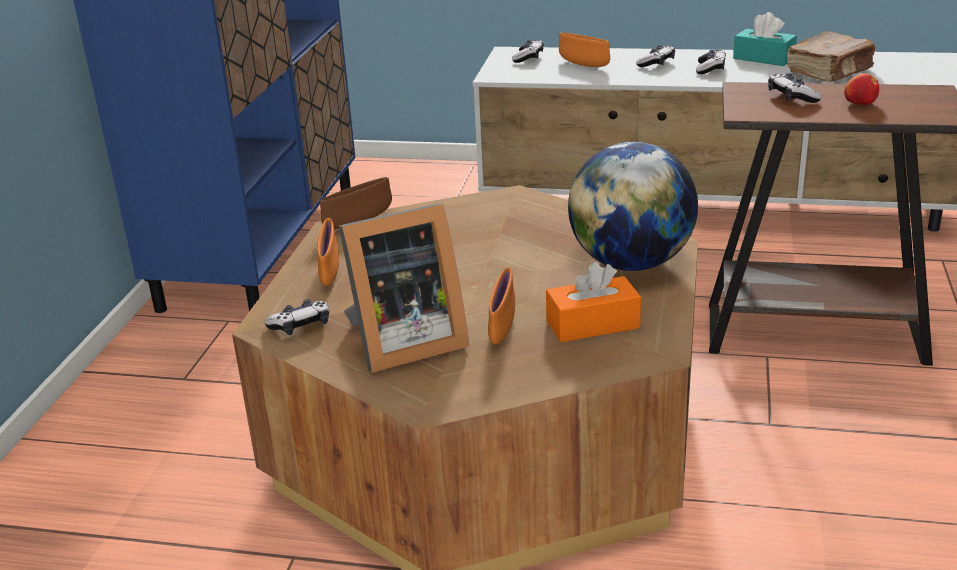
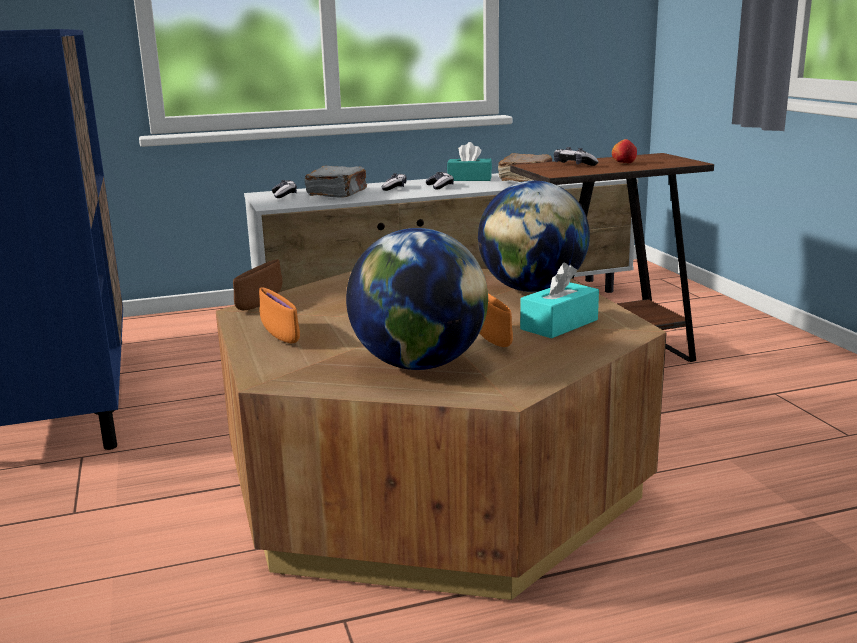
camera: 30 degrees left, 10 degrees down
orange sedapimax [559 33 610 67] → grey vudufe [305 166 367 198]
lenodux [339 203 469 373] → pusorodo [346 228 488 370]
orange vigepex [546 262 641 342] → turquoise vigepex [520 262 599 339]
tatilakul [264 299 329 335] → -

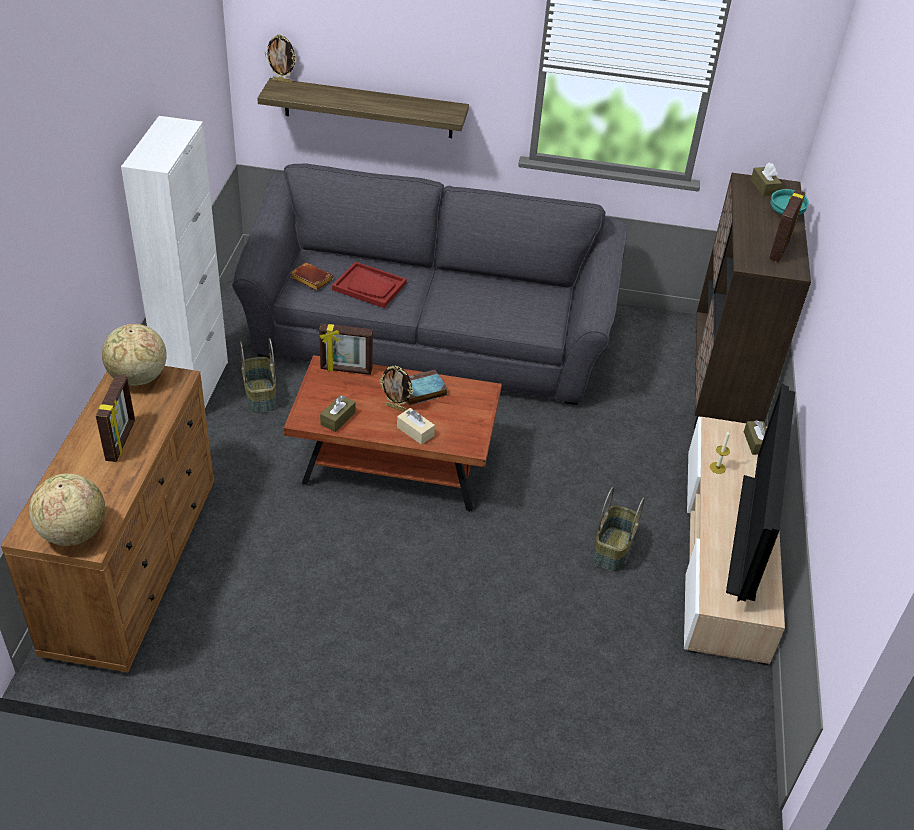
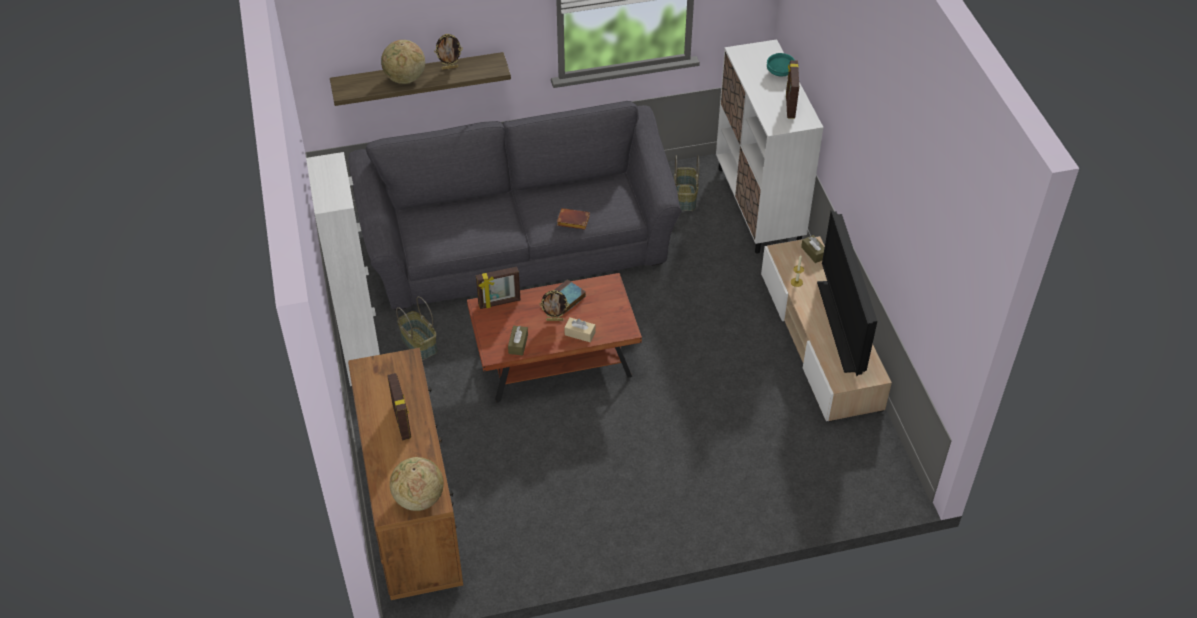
camera: 20 degrees left, 5 degrees up
pusorodo [102 324 167 386] → pusorodo [381 40 425 84], moved
lenodux [265 34 297 83] → lenodux [434 34 463 70], moved
brown vudufe [290 262 333 290] → brown vudufe [557 208 590 230], moved
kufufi [593 487 645 572] → kufufi [674 155 699 211], moved
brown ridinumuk [694 173 811 429] → white ridinumuk [716 39 824 254]
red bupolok [332 262 407 308] → -
brown vigepex [751 162 782 196] → -

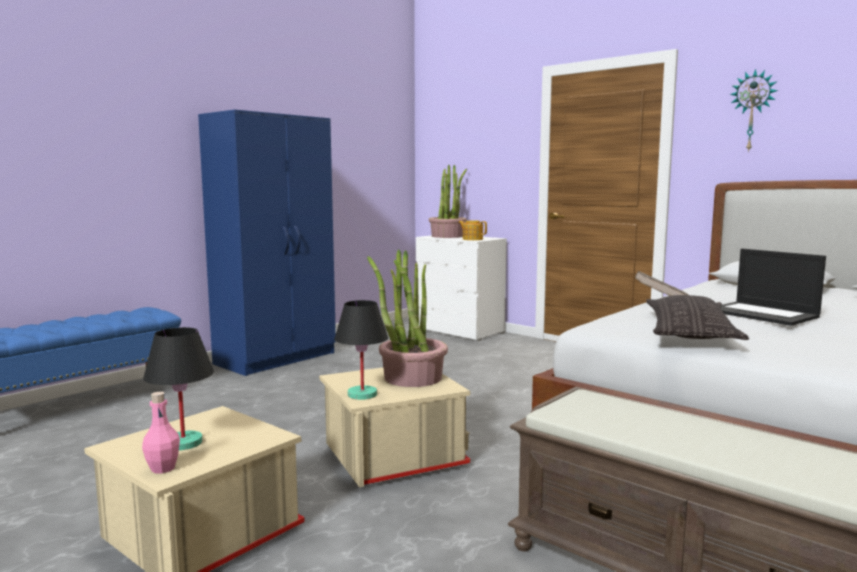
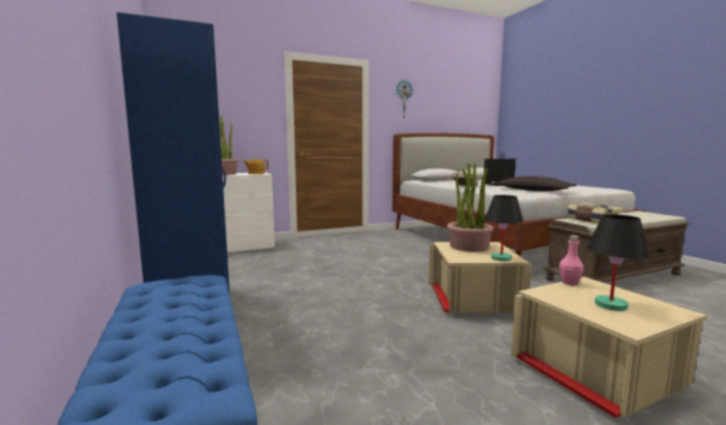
camera: 65 degrees left, 0 degrees up
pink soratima [142 392 180 473] → pink soratima [559 235 584 285], moved
- → vudufe [567 203 624 223]

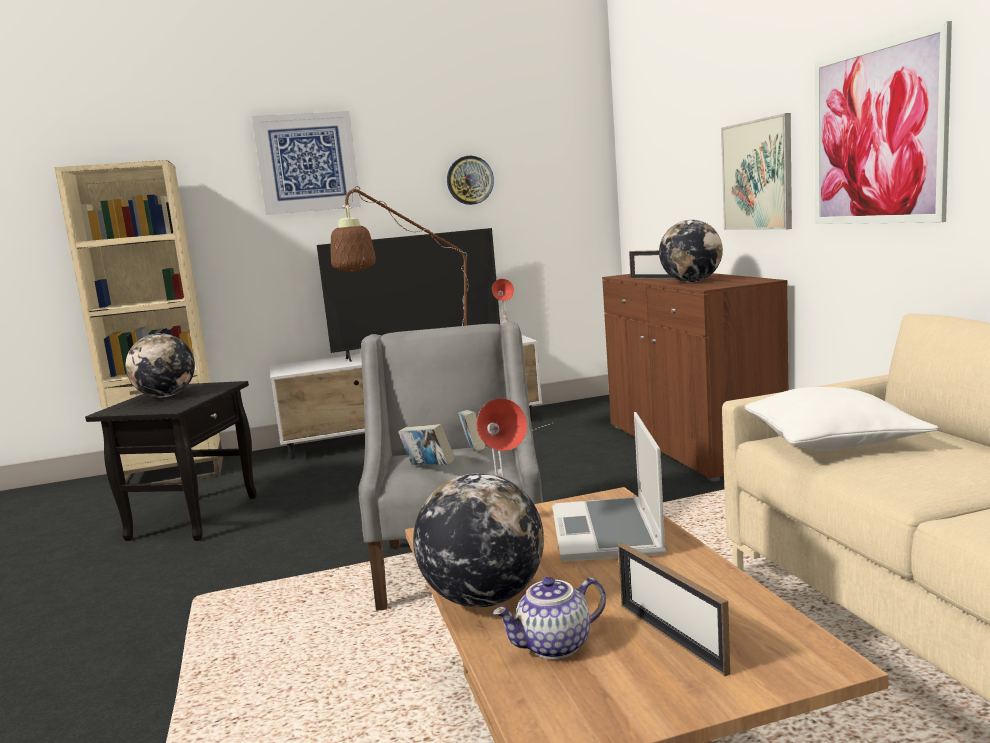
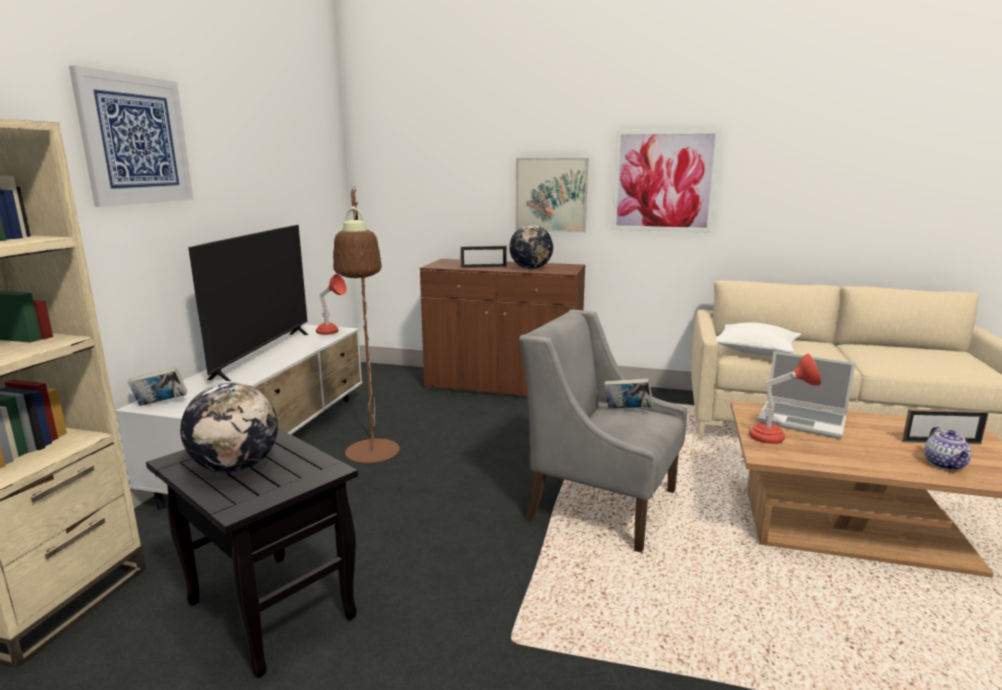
camera: 60 degrees left, 5 degrees up
vudufe [398 424 455 465] → vudufe [128 367 187 406], moved
pusorodo [413 473 544 607] → -
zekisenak [447 156 494 205] → -

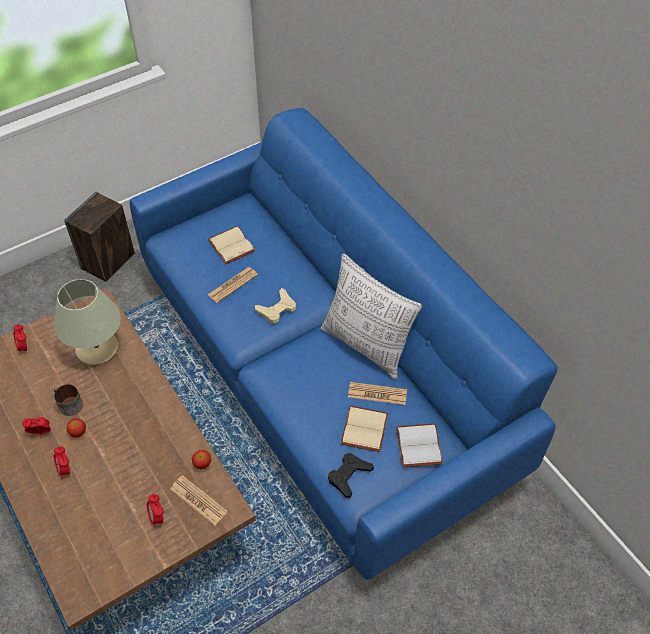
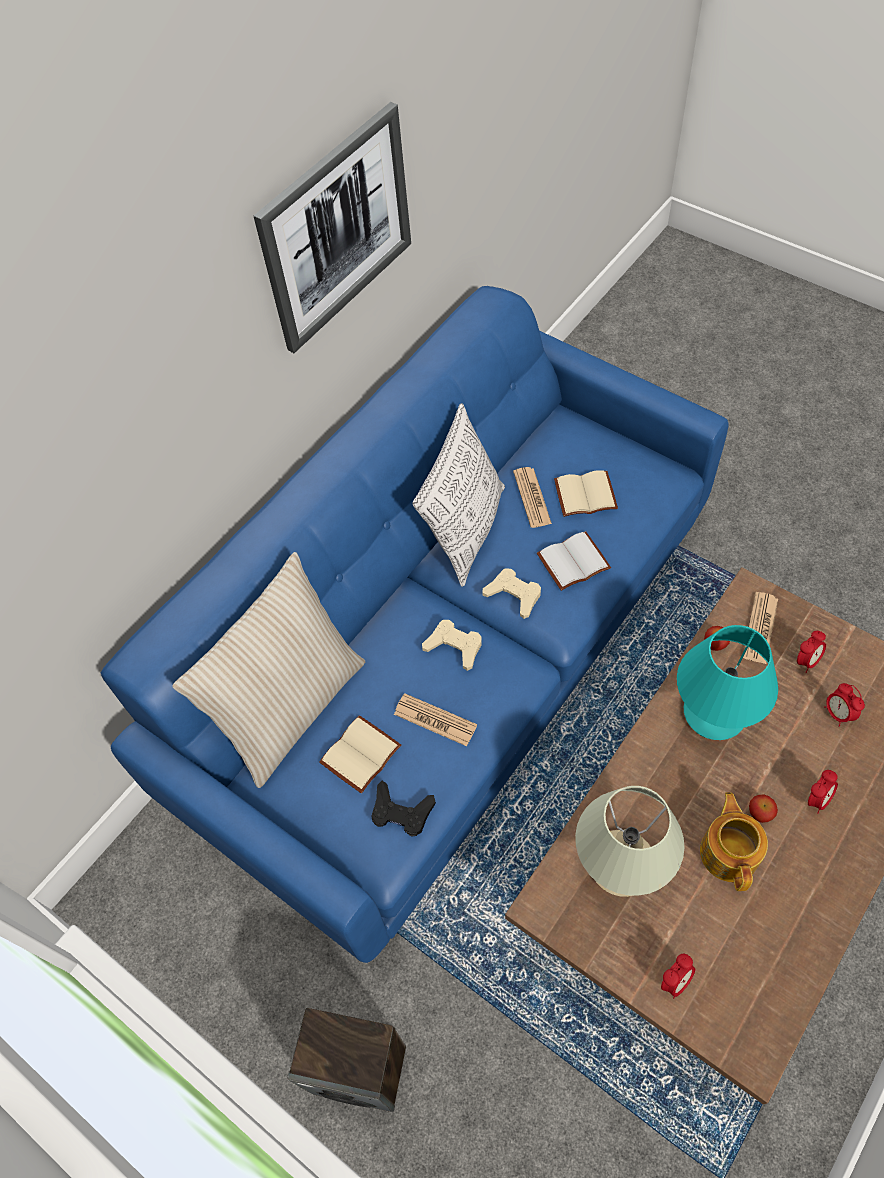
camera: 105 degrees left, 5 degrees up
- → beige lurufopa [172 552 365 788]
- → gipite [254 102 411 353]
black tatilakul [328 453 374 498] → black tatilakul [372 781 436 837], moved
- → beige tatilakul [482 568 541 619]
white vudufe [396 423 443 467] → white vudufe [537 531 611 591], moved
- → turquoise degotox [677 625 778 740]
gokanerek [54 384 83 416] → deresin [700 792 768 891]
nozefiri [22 417 51 435] → nozefiri [824 683 865 727], moved

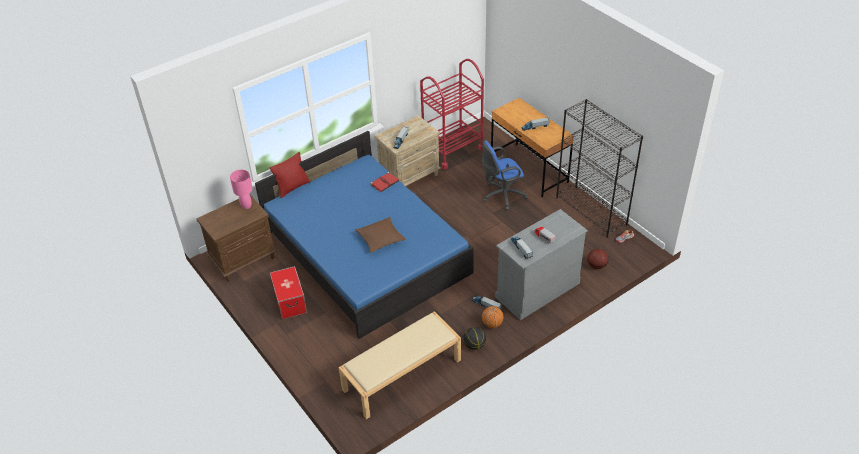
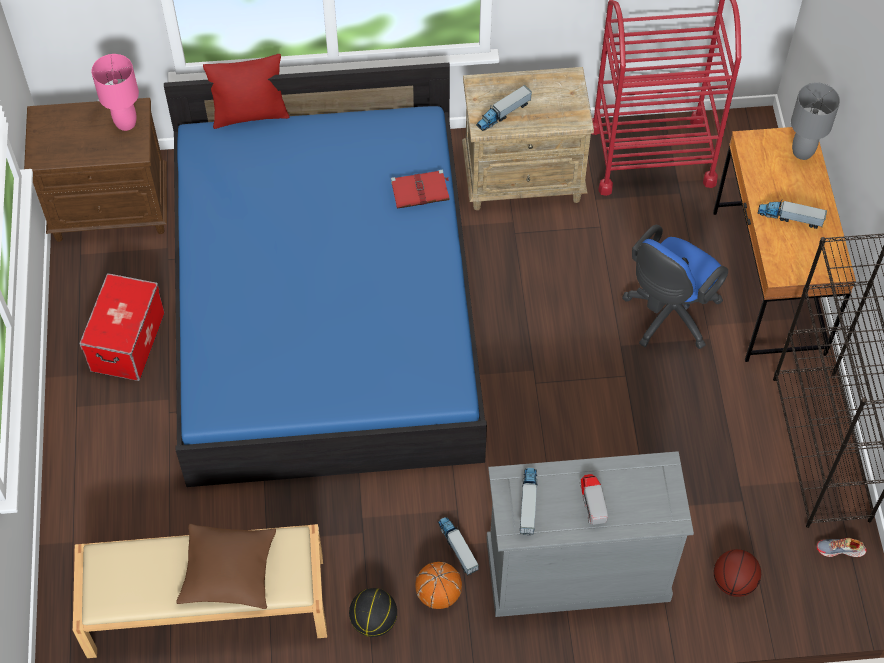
camera: 30 degrees right, 15 degrees up
brown lurufopa [355 217 406 253] → brown lurufopa [176 524 276 609], moved
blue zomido [482 140 528 210] → blue zomido [622 225 728 349], 60 degrees counterclockwise
- → grey degotox [791 82 840 160]

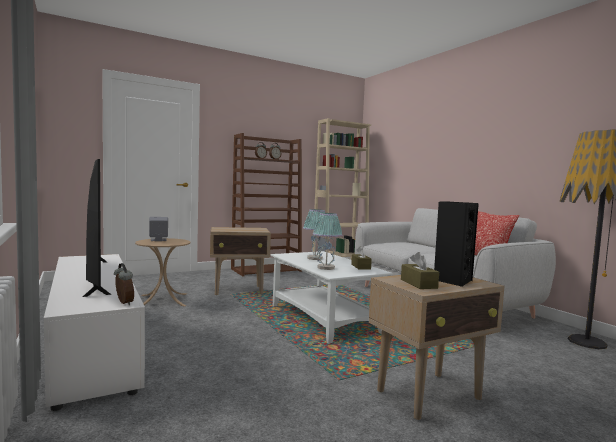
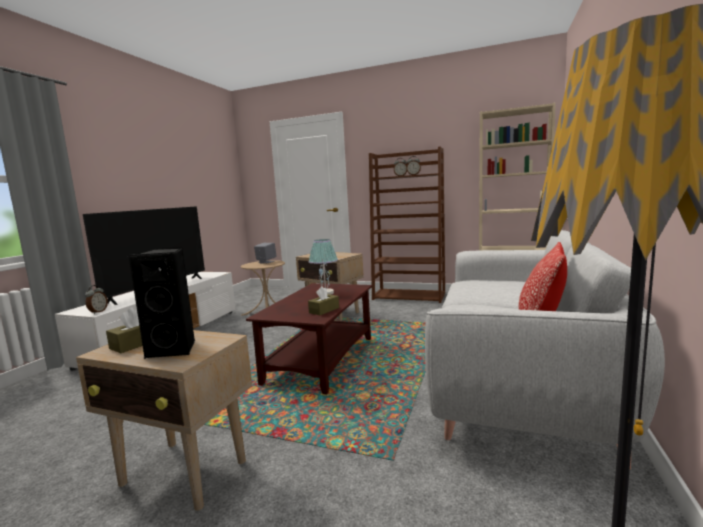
camera: 50 degrees right, 5 degrees up
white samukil [271 251 392 344] → brown samukil [246 283 372 394]
degotox [313 213 343 270] → -

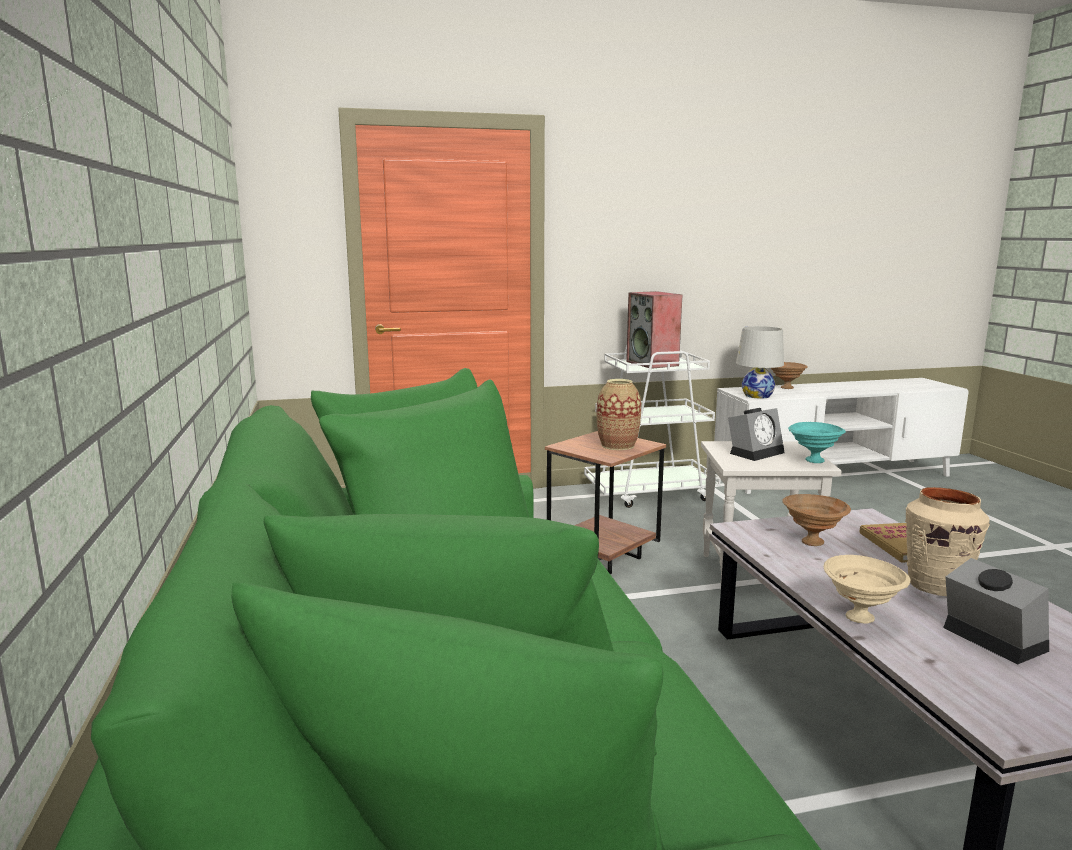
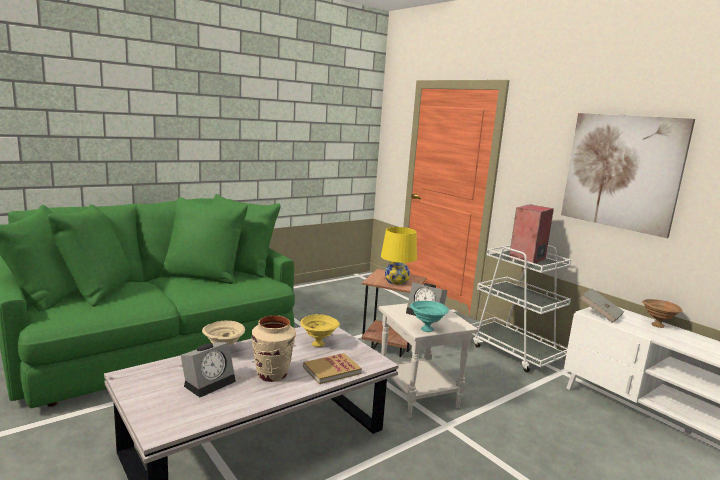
camera: 65 degrees right, 0 degrees up
brown sedapimax [782 494 851 546] → yellow sedapimax [300 314 340 347]
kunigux [596 379 641 450] → yellow degotox [381 227 417 285]
- → gipite [561 113 695 238]
white degotox [736 326 784 398] → grey vudufe [580 289 624 323]

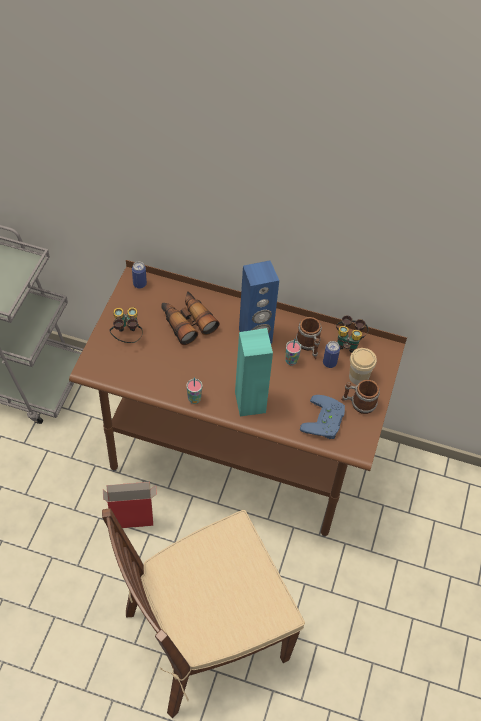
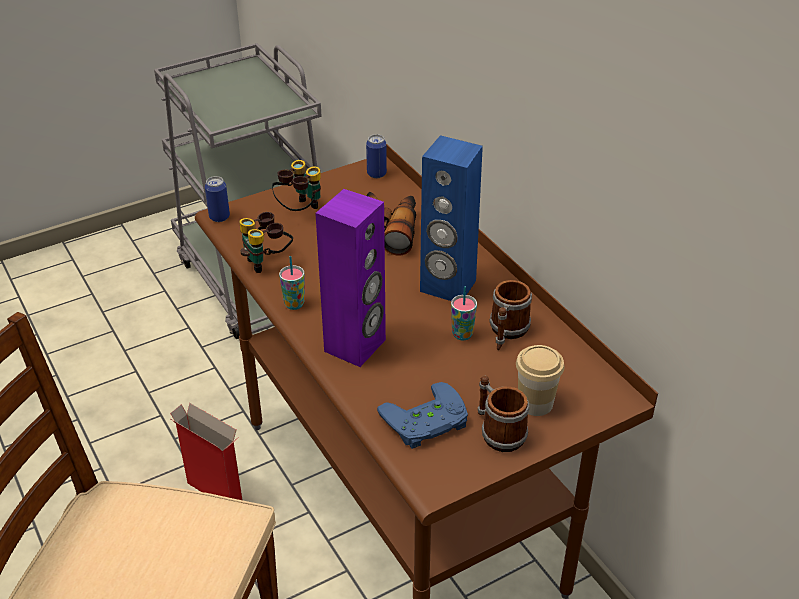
camera: 45 degrees right, 15 degrees down
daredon [323 341 340 368] → daredon [205 176 230 222], moved
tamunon [336 315 368 353] → tamunon [239 212 293 273], moved
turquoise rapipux [235 328 273 416] → purple rapipux [315 189 386 367]

